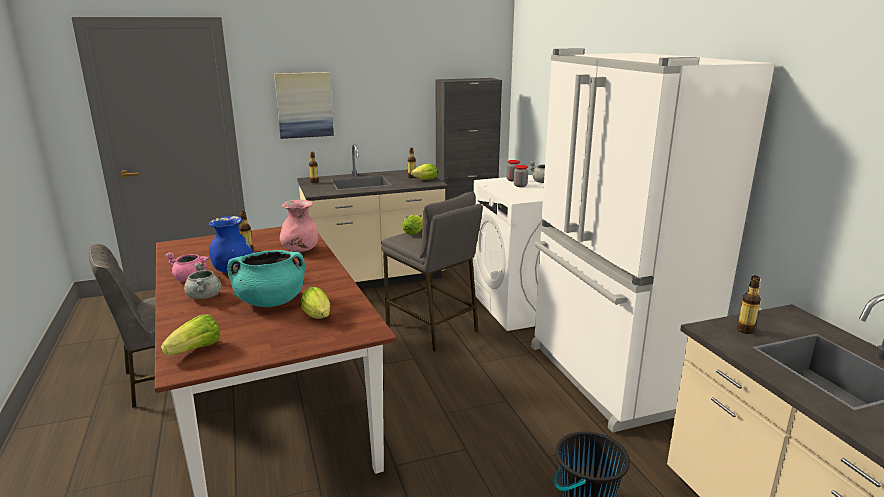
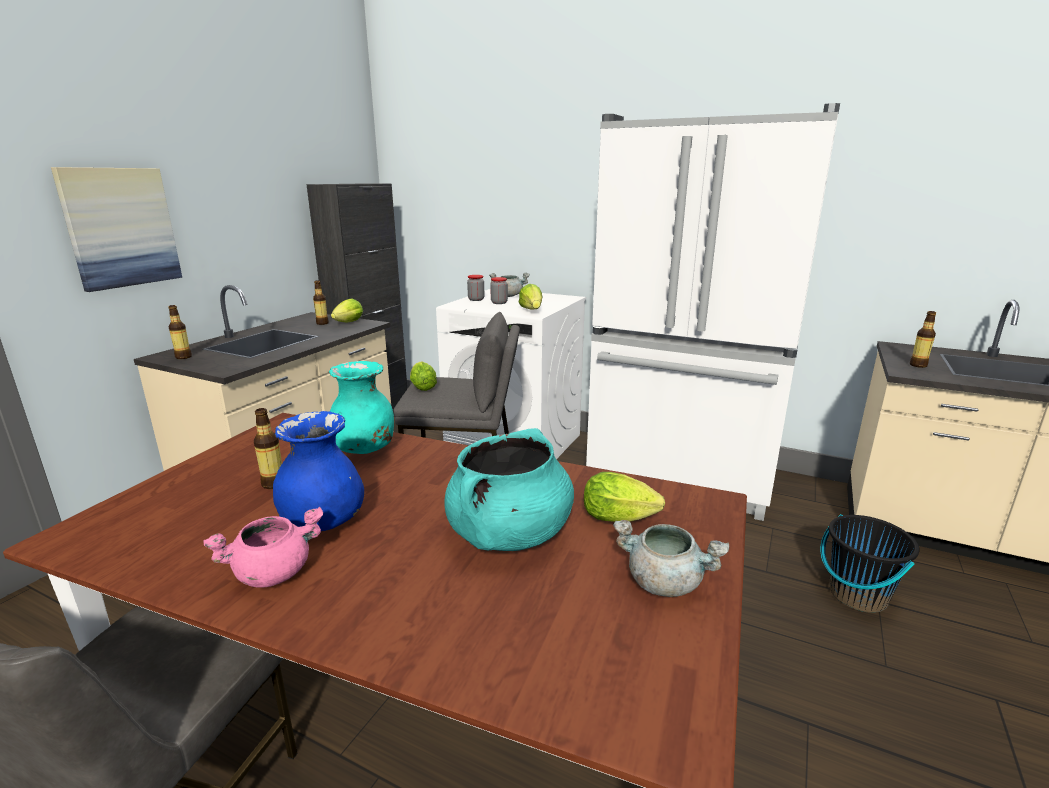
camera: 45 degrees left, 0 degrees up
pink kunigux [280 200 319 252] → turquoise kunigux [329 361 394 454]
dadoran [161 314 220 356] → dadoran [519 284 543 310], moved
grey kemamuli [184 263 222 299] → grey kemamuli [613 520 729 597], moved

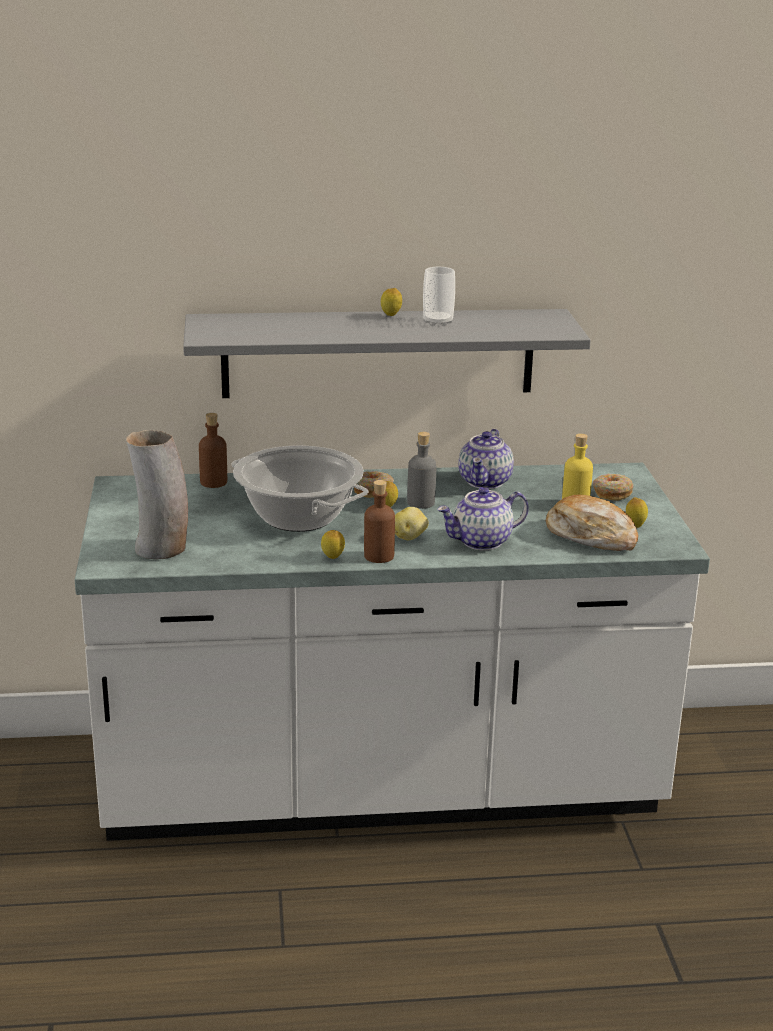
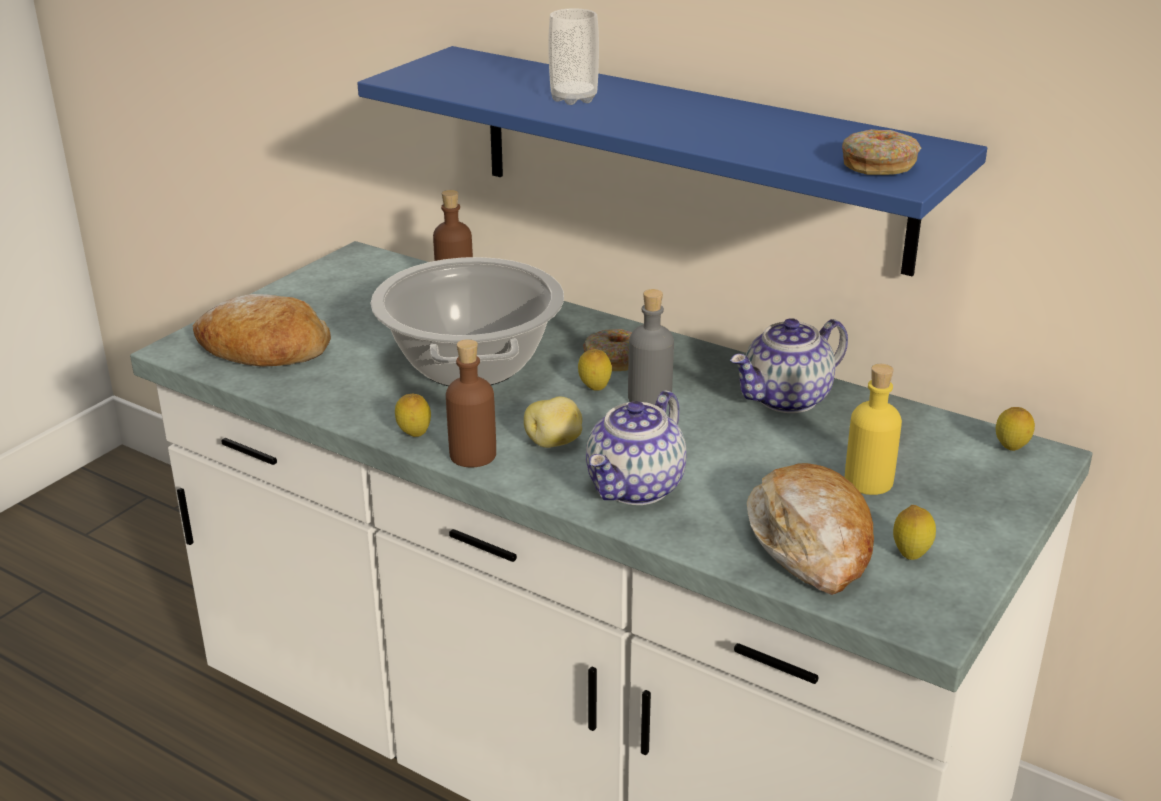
camera: 40 degrees right, 5 degrees up
kunigux [126 430 188 559] → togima [193 294 331 367]
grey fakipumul [183 309 591 398] → blue fakipumul [357 46 987 276]
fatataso [423 267 455 326] → fatataso [548 8 599 105], moved
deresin [437 487 529 551] → deresin [586 390 686 505], 75 degrees counterclockwise
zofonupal [593 473 633 501] → zofonupal [842 129 921 175], moved
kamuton [381 288 402 316] → kamuton [996 407 1035 451], moved

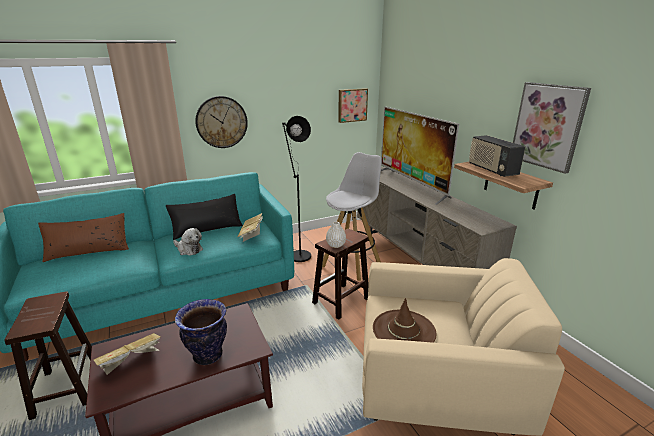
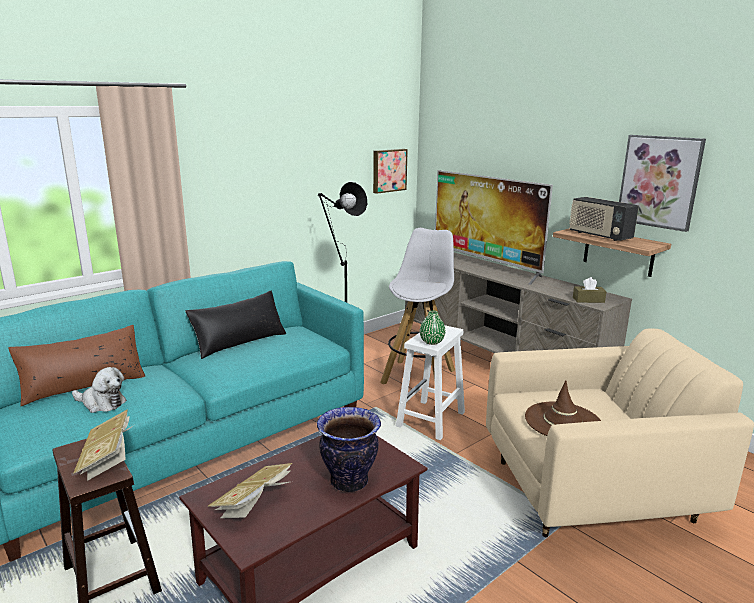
camera: 15 degrees left, 5 degrees down
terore [173 228 203 255] → terore [72 367 127 413], moved
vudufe [237 213 263 242] → vudufe [73 409 134 481], moved
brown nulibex [312 229 369 320] → white nulibex [396 325 465 440]
white kunigux [326 222 346 248] → green kunigux [420 311 446 345]
- → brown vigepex [573 277 607 303]
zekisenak [195 96 248 148] → -

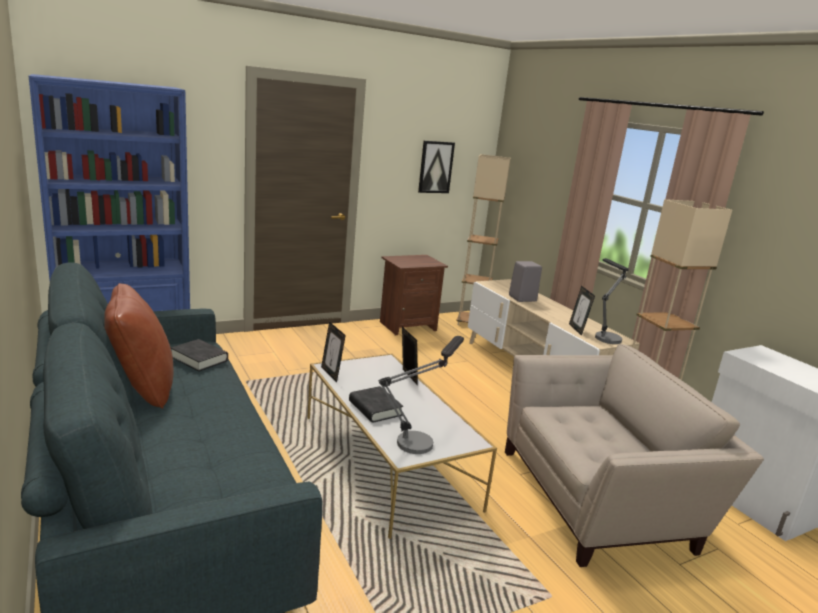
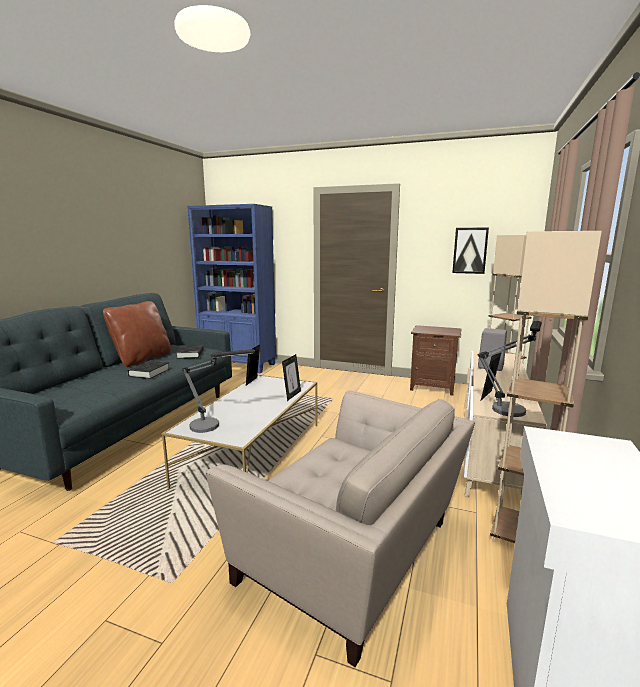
camera: 50 degrees right, 5 degrees down
black vudufe [349 386 403 423] → black vudufe [127 361 169 379], moved

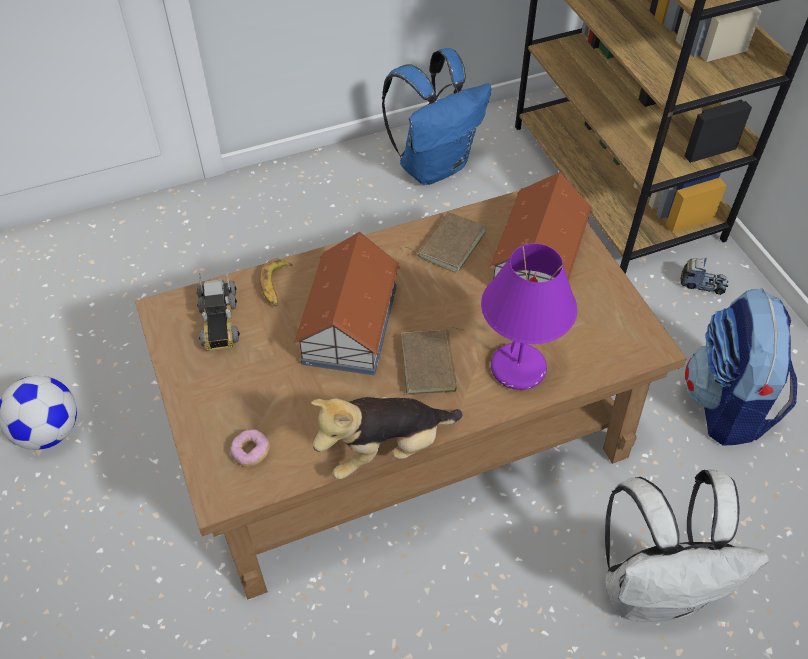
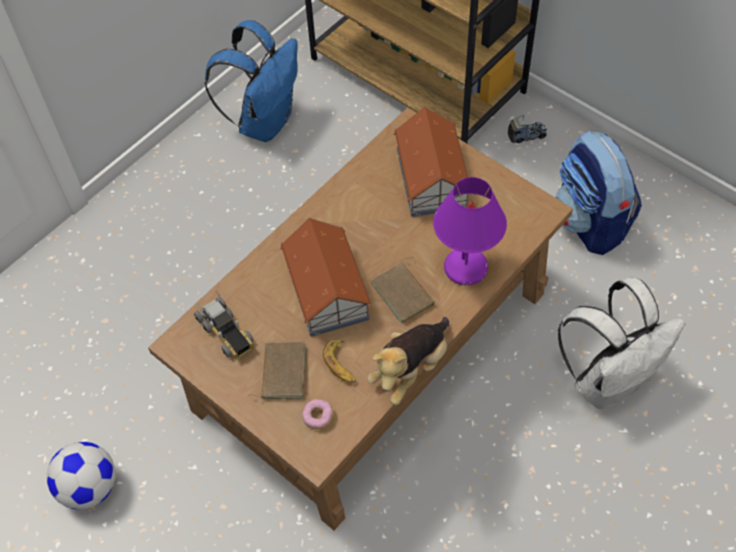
camera: 25 degrees left, 5 degrees up
brown vudufe [405 212 486 273] → brown vudufe [248 342 307 400], moved
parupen [259 258 293 306] → parupen [323 340 356 383], moved

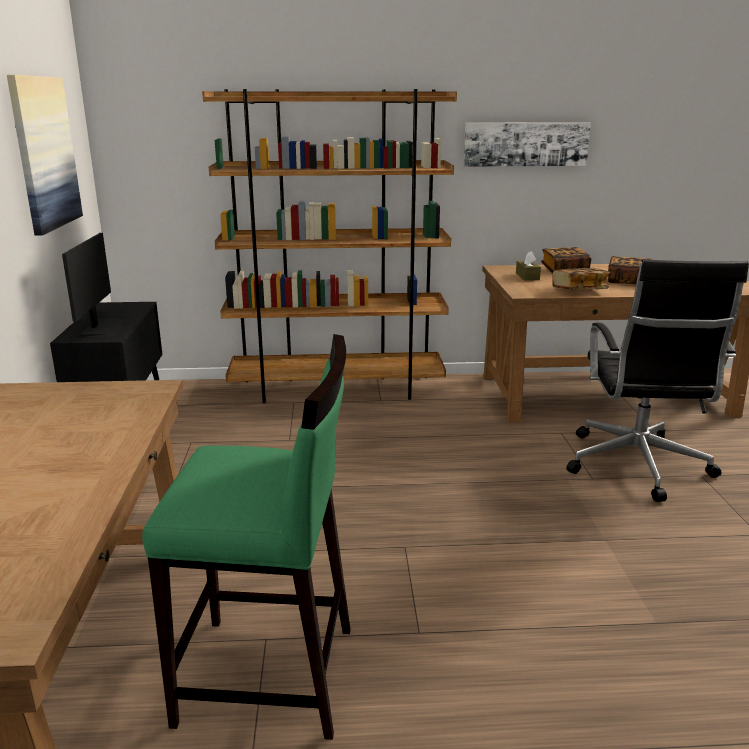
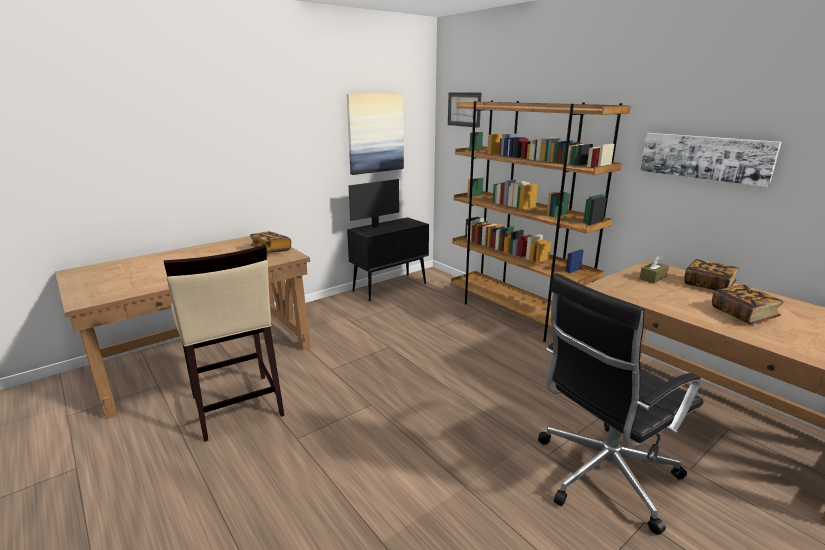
camera: 55 degrees right, 0 degrees up
green nulibex [142 334 351 740] → beige nulibex [163 245 285 442]
vudufe [552 268 610 290] → vudufe [250 232 291 253], moved
- → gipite [448 92 482 128]

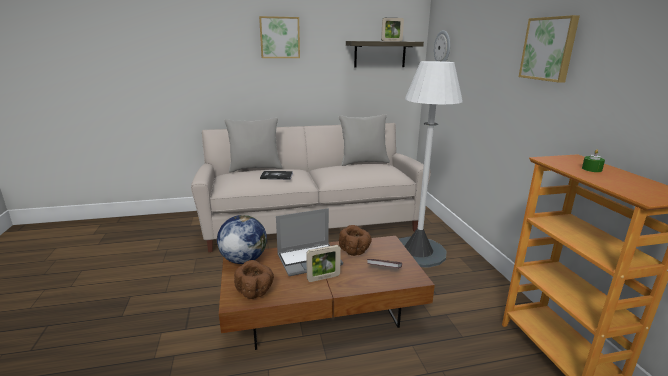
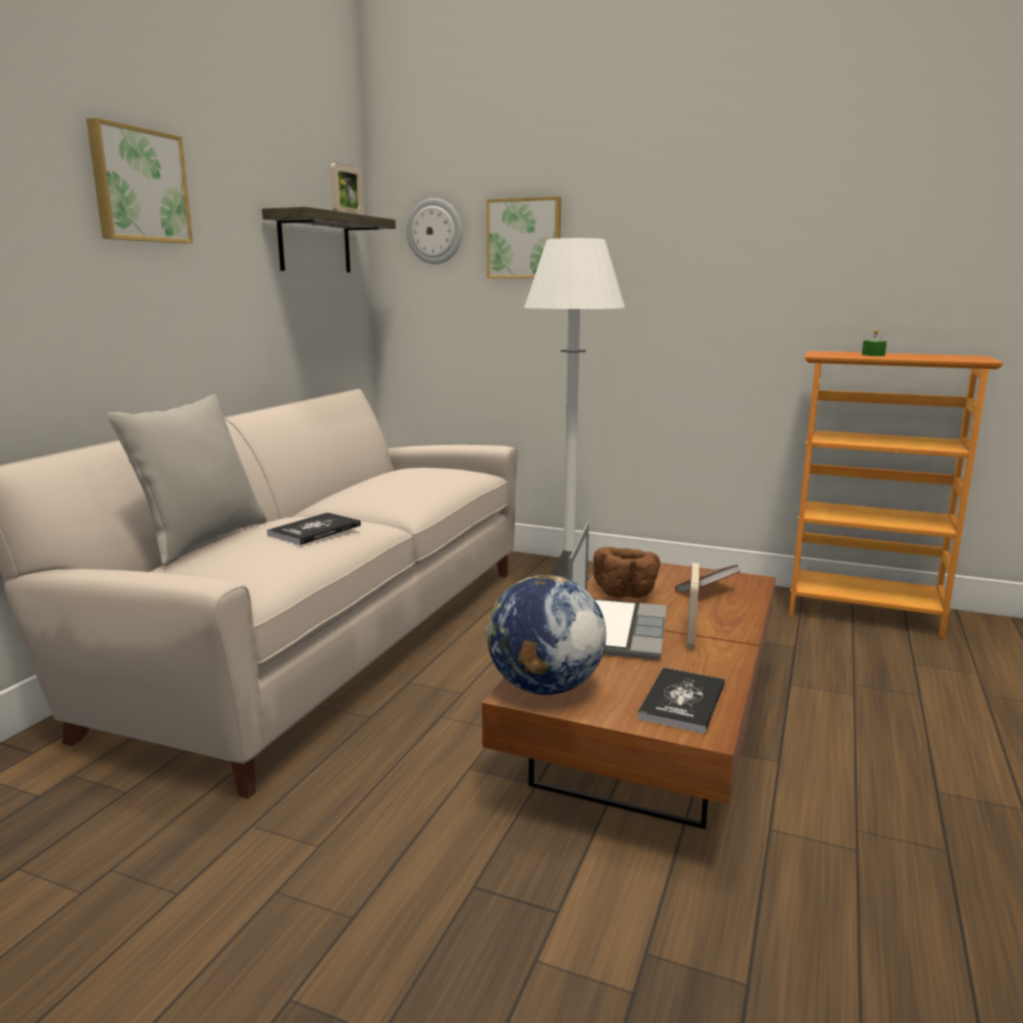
camera: 55 degrees left, 5 degrees down
gipite [519 15 580 83] → gipite [486 196 561 279], moved
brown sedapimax [234 260 274 299] → vudufe [638 667 725 734]
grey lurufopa [339 114 390 166] → -

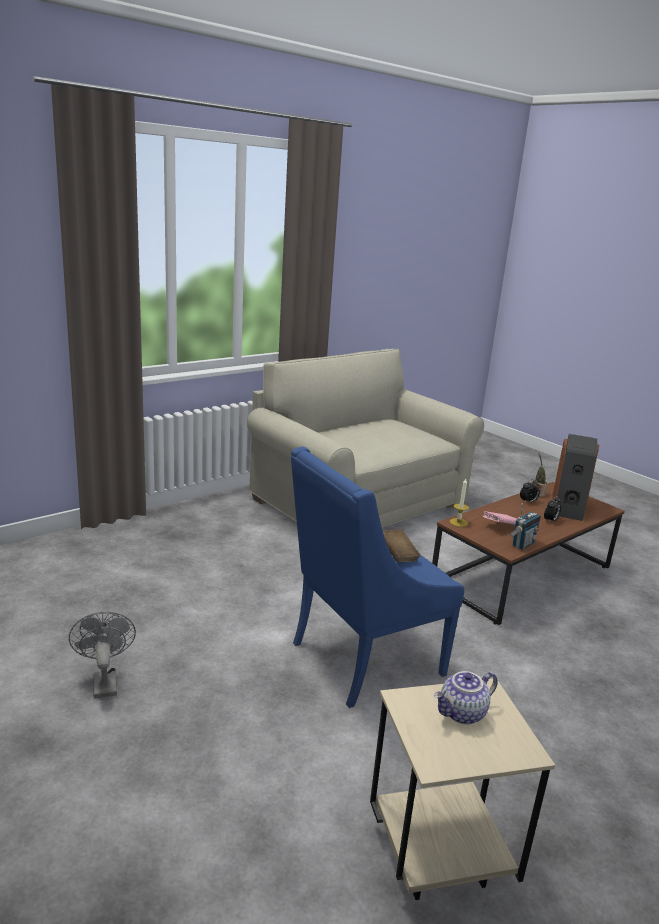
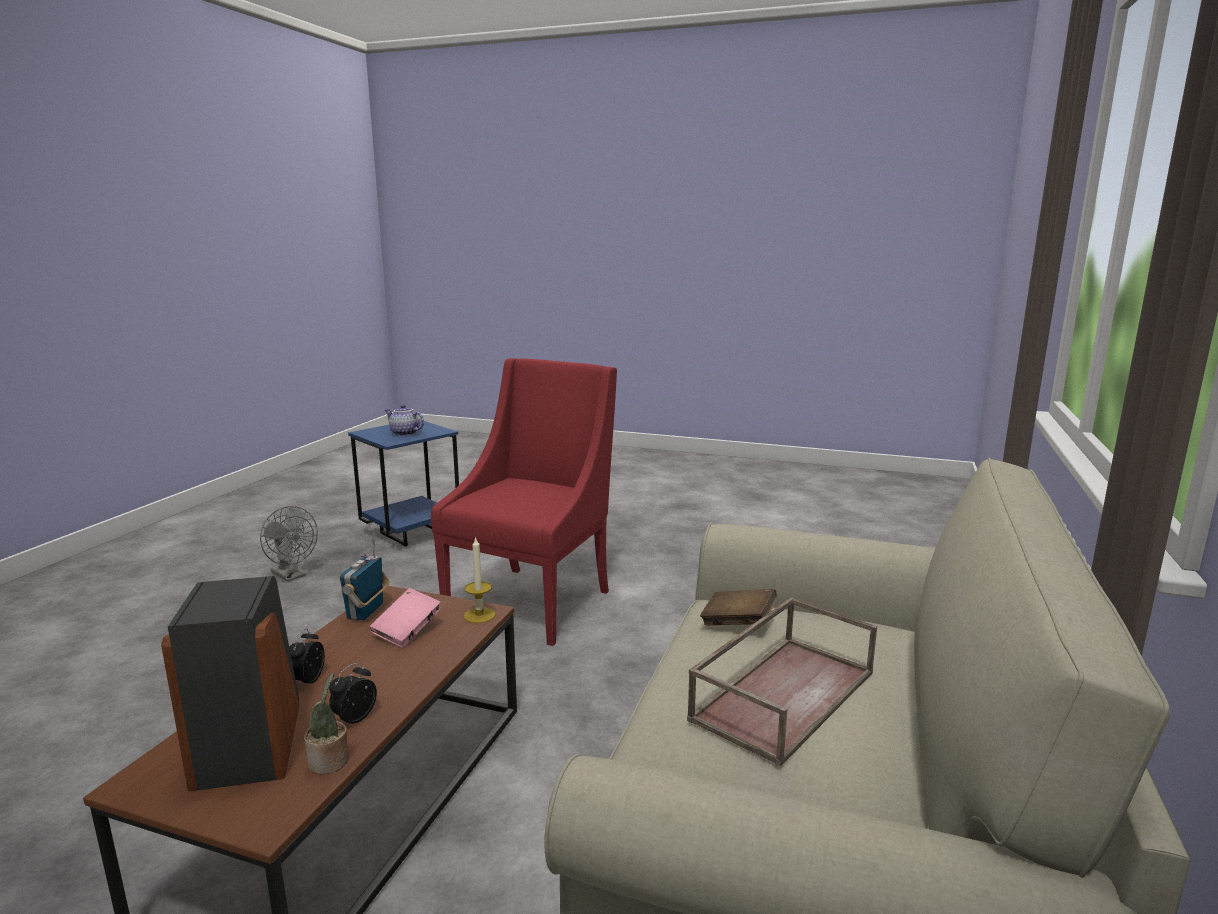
camera: 150 degrees right, 5 degrees down
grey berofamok [69 612 136 699] → grey berofamok [260 506 318 582], moved
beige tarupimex [370 679 555 900] → blue tarupimex [348 420 459 547]
deresin [434 671 498 724] → deresin [385 405 424 436], 90 degrees counterclockwise
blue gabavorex [291 447 464 708] → red gabavorex [431 358 617 646]
- → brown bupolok [687 597 877 767]
brown vudufe [383 530 421 562] → brown vudufe [700 589 777 626], moved

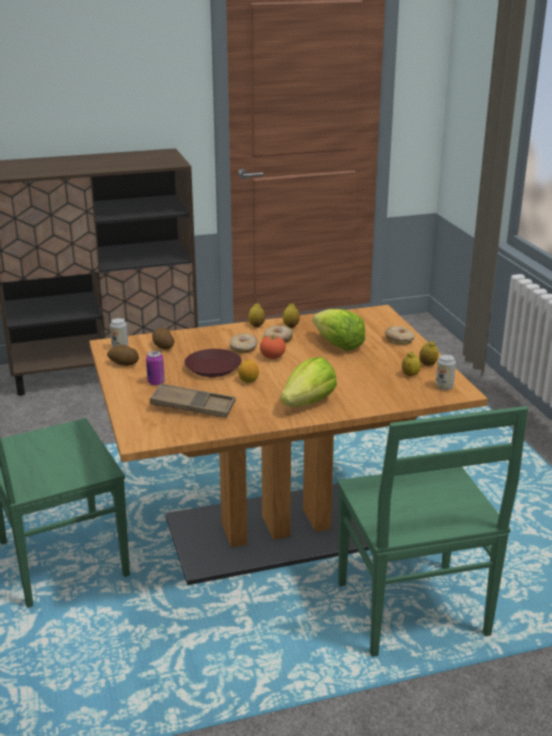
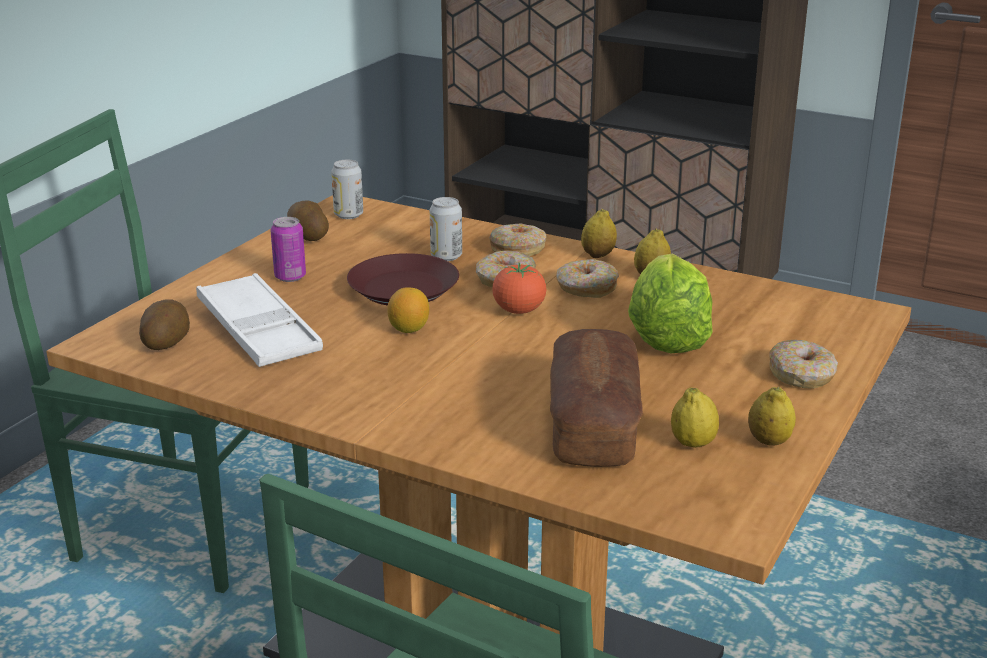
camera: 45 degrees right, 0 degrees up
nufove [152 328 174 350] → nufove [139 299 190 350], moved
brown bupolok [150 383 235 418] → white bupolok [196 273 323 367]
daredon [435 354 456 390] → daredon [430 197 462 261], moved
- → zofonupal [489 223 547 256]
- → togima [550 329 643 467]
dadoran [281 357 337 407] → -

